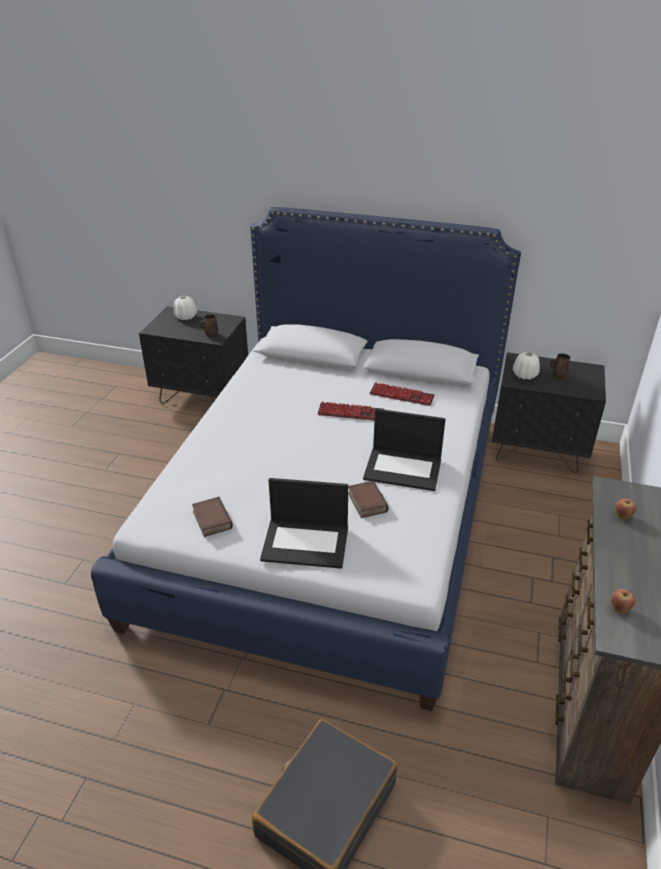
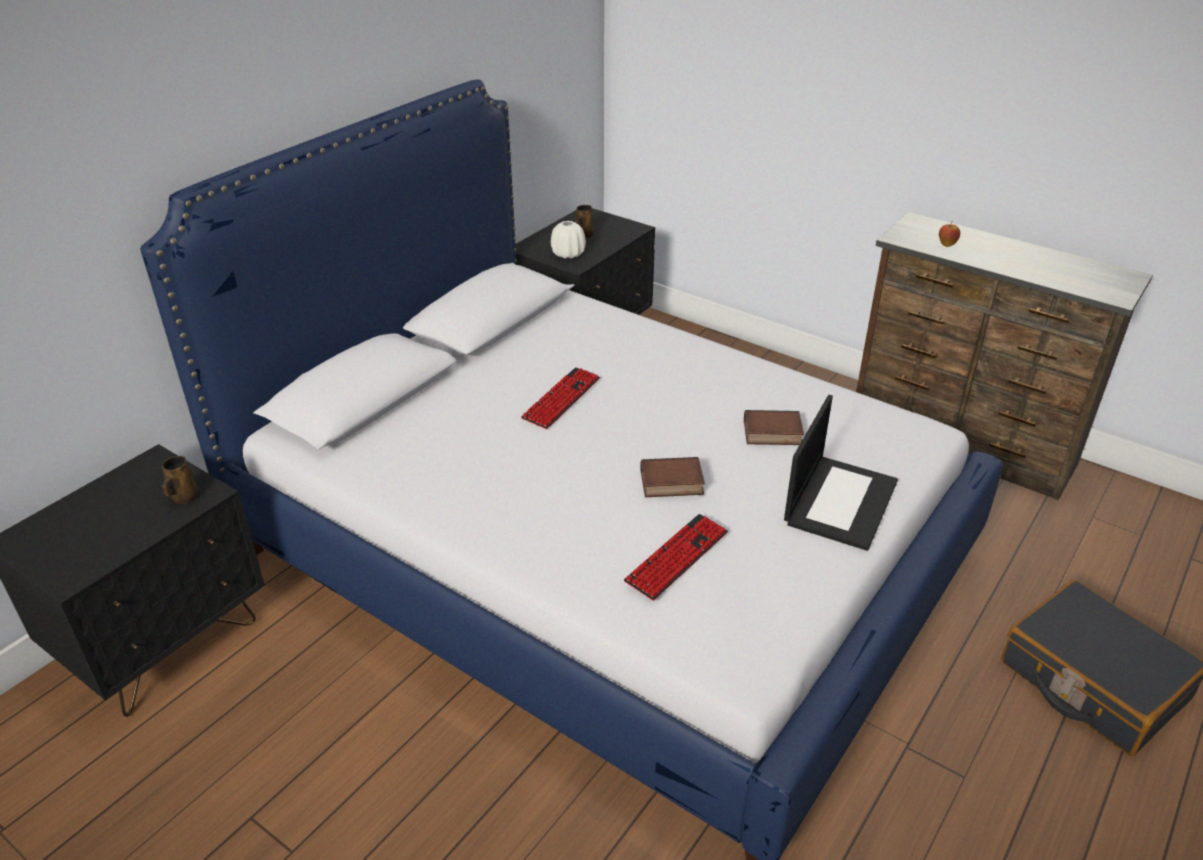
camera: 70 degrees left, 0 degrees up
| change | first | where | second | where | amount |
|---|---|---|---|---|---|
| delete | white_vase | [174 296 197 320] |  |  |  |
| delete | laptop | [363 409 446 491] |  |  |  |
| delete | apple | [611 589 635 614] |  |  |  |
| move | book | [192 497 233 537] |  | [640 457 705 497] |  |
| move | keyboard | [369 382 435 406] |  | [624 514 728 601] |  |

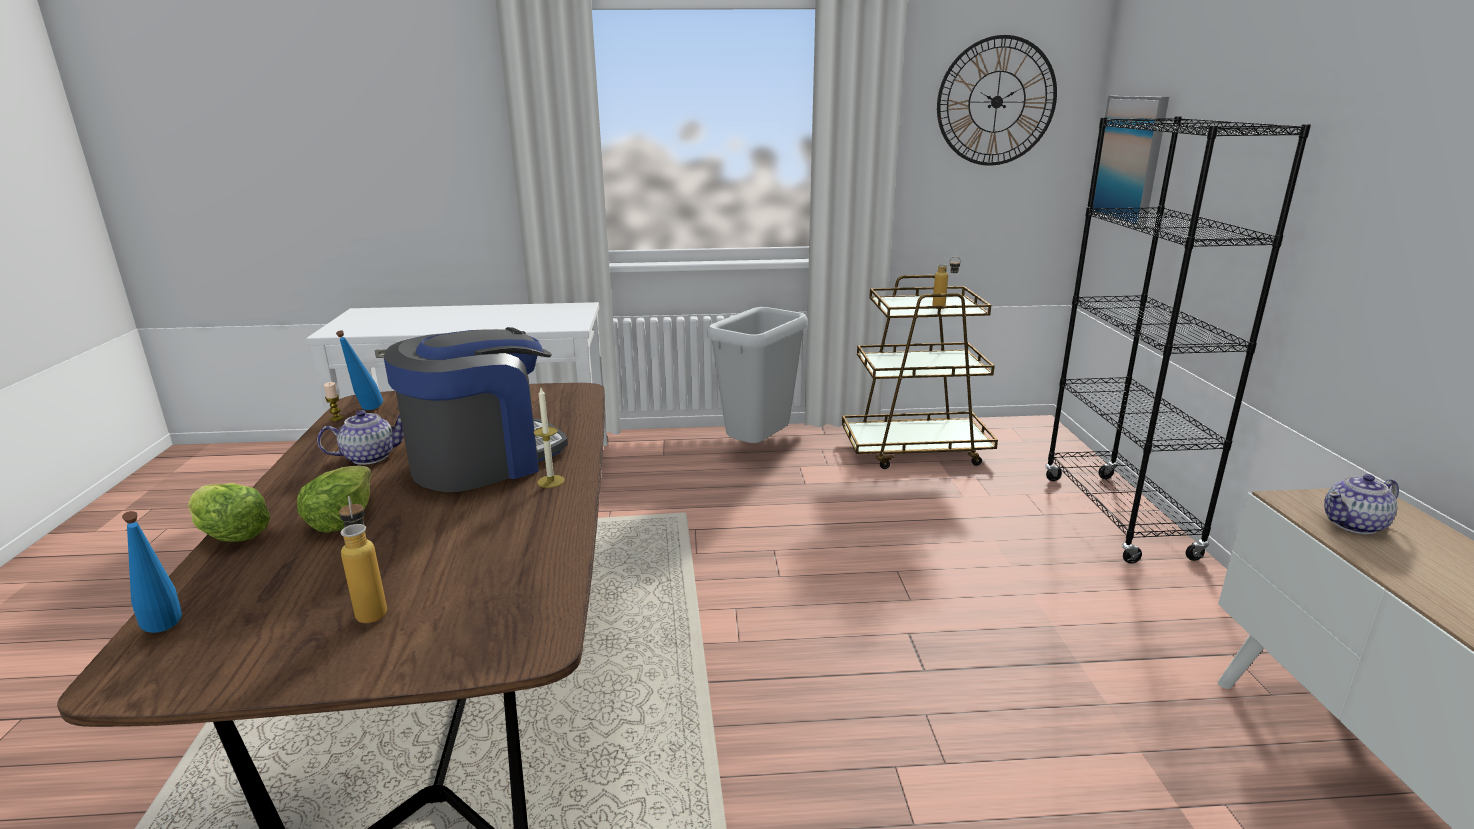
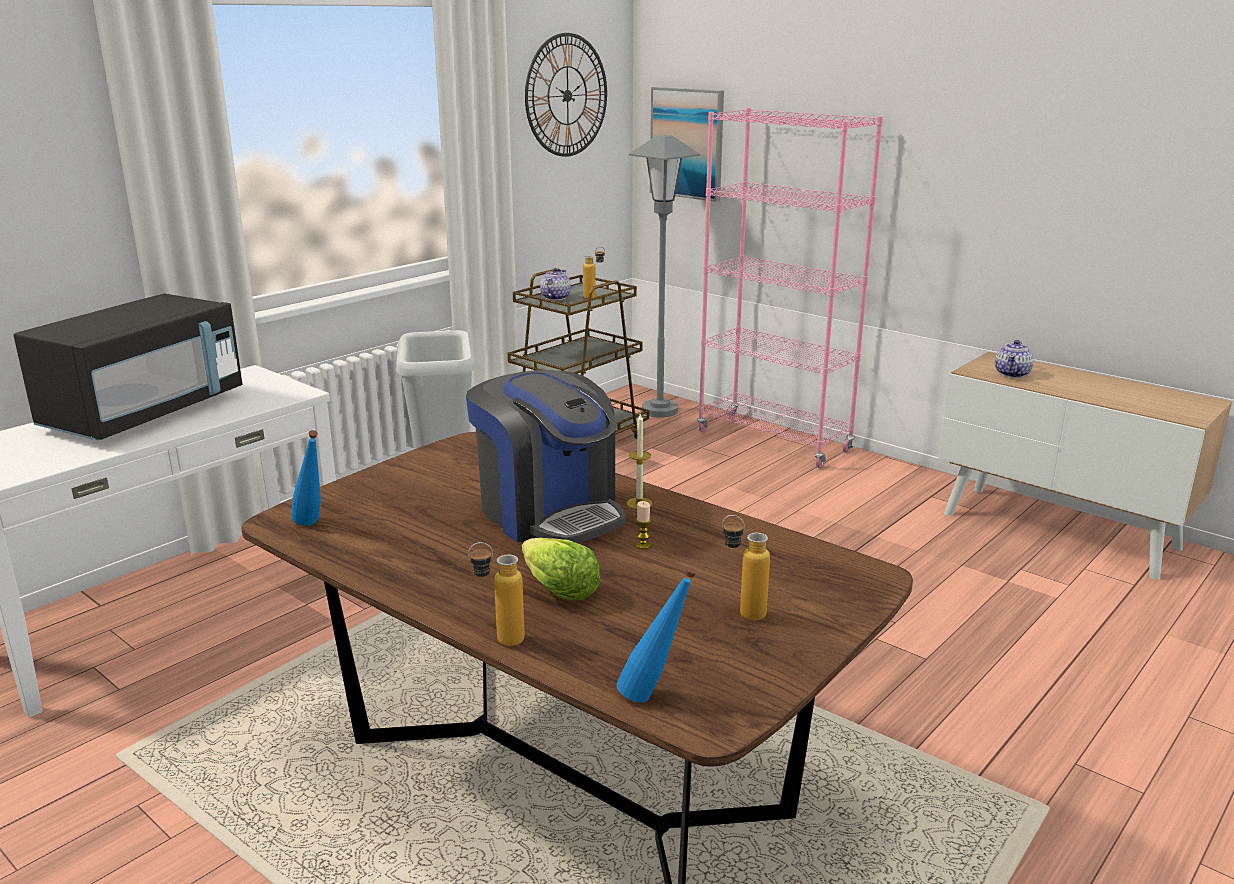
camera: 45 degrees left, 0 degrees up
| change | first | where | second | where | amount |
|---|---|---|---|---|---|
| insert |  |  | black_microwave | [13 293 242 440] |  |
| insert |  |  | grey_floor_lamp | [628 135 700 418] |  |
| move | teapot | [317 410 404 465] |  | [540 268 571 300] |  |
| move | candle | [324 382 344 421] |  | [635 501 652 549] |  |
| replace | lettuce | [188 483 270 542] | bottle | [468 542 525 646] |  |
| recolor | black_bookcase | [1045 116 1311 564] | pink_bookcase | [697 108 883 468] |  |
| rotate | coffee_machine | [384 327 568 492] |  | [466 370 626 543] | 135 degrees clockwise |

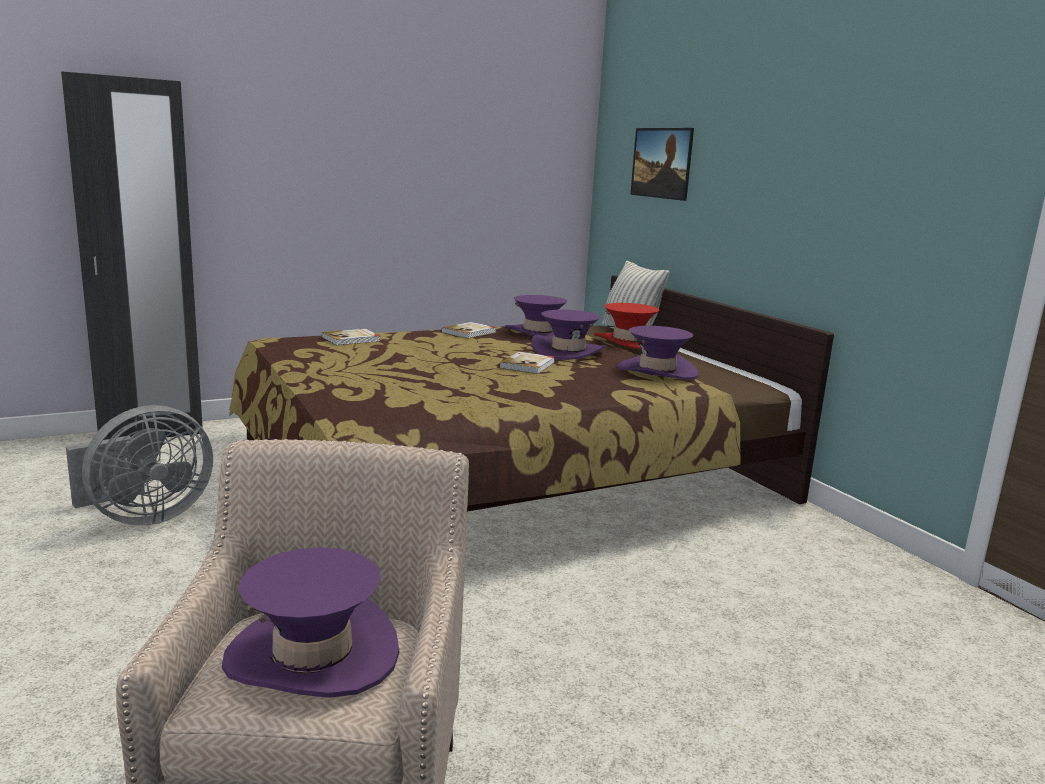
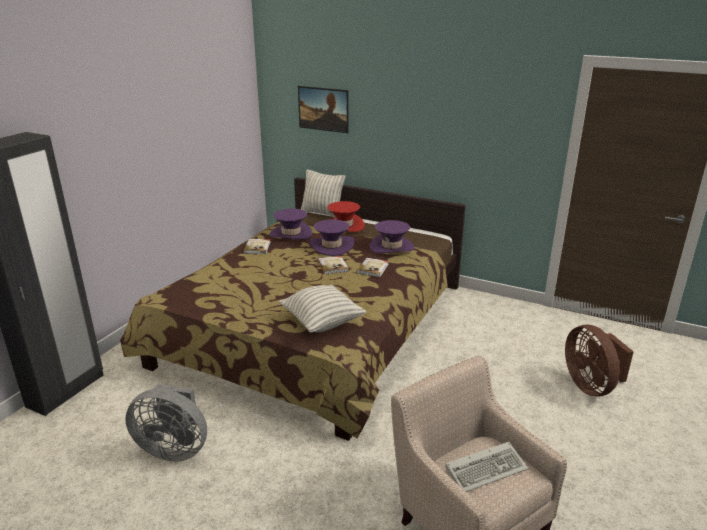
camera: 35 degrees left, 10 degrees up
| change | first | where | second | where | amount |
|---|---|---|---|---|---|
| insert |  |  | pillow | [279 285 366 333] |  |
| insert |  |  | brown_fan | [565 325 634 397] |  |
| move | book | [322 329 380 346] |  | [356 258 389 277] |  |
| replace | purple_hat | [222 547 400 698] | keyboard | [445 442 528 492] |  |
| rotate | grey_fan | [66 405 213 526] |  | [125 384 207 461] | 90 degrees clockwise |

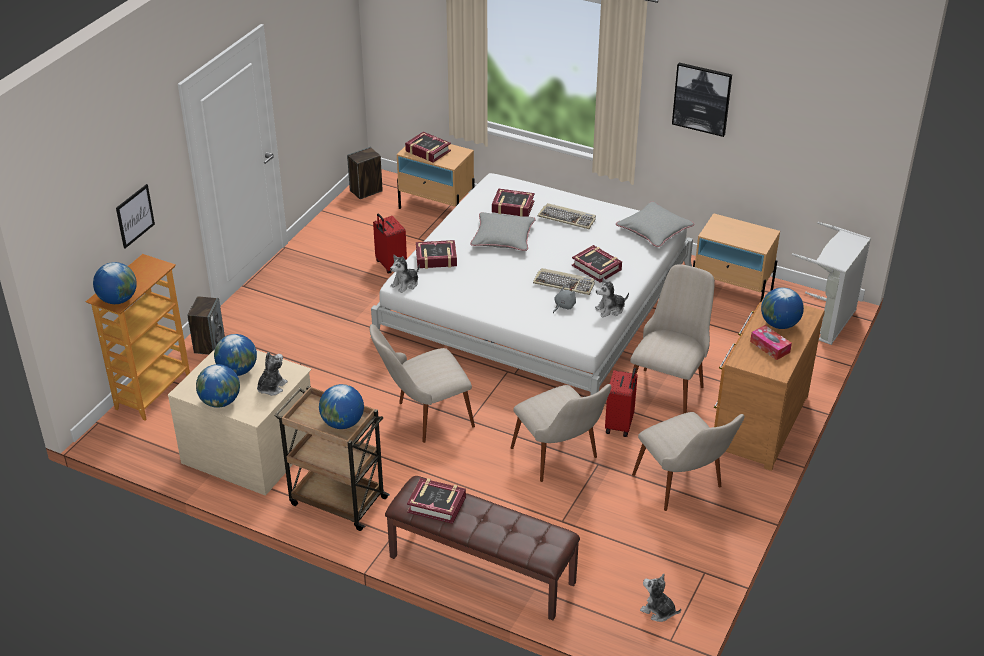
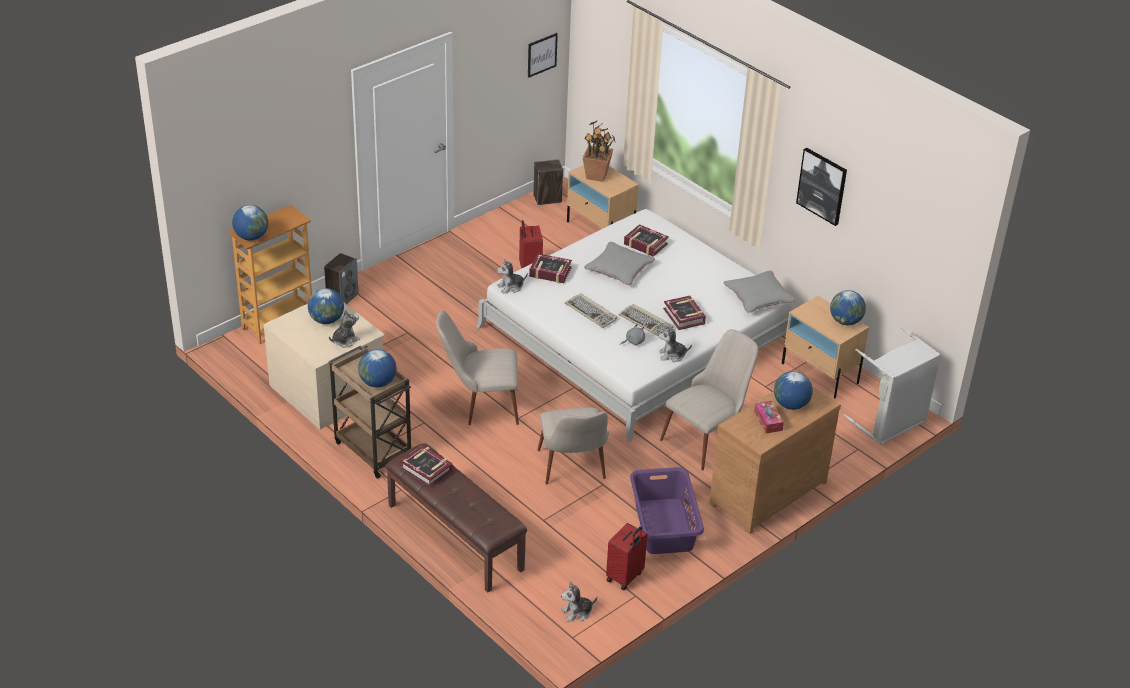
camera: 20 degrees right, 0 degrees up
| change | first | where | second | where | amount |
|---|---|---|---|---|---|
| move | picture | [116 184 155 248] |  | [528 33 558 78] |  |
| move | globe | [196 364 240 408] |  | [830 290 866 325] |  |
| move | keyboard | [538 203 596 229] |  | [565 293 617 328] |  |
| move | red_suitcase | [605 368 638 437] |  | [606 523 648 591] |  |
| replace | book | [405 132 451 163] | potted_plant | [583 121 615 182] |  |
| replace | beige_chair | [632 412 745 511] | purple_laundry_basket | [630 467 704 554] |  |
| rotate | plush_toy | [640 574 681 622] |  | [561 581 597 622] | 75 degrees counterclockwise |

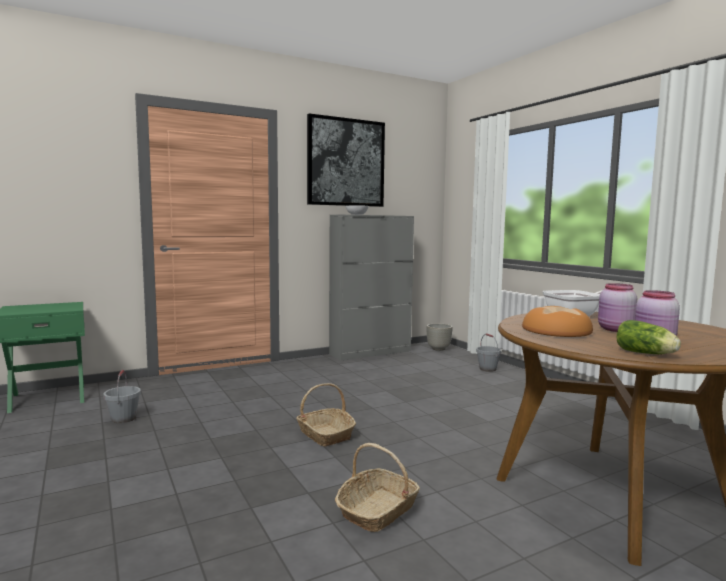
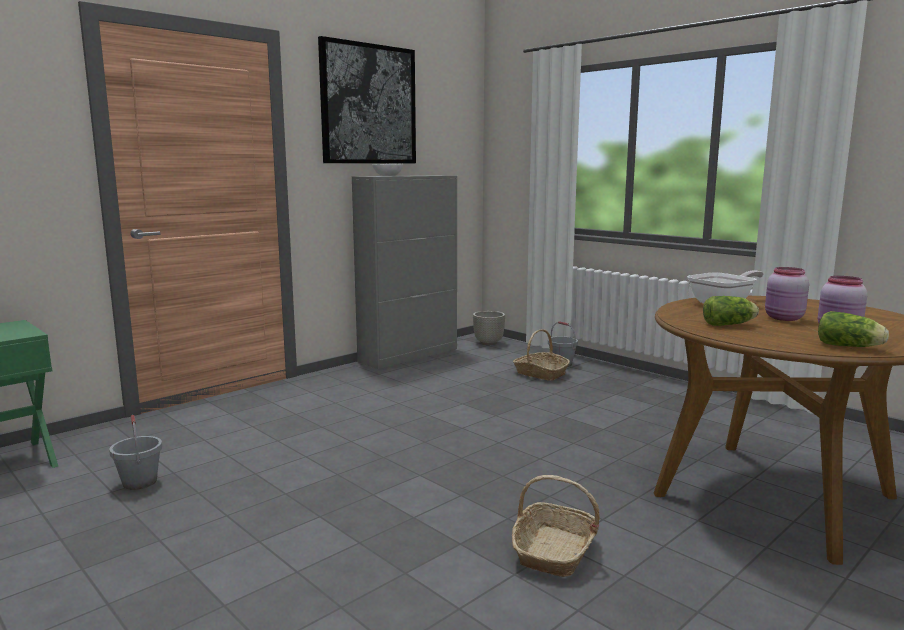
camera: 15 degrees left, 5 degrees up
| change | first | where | second | where | amount |
|---|---|---|---|---|---|
| move | basket | [296 383 356 447] |  | [513 329 570 381] |  |
| replace | bread | [522 306 593 337] | lettuce | [703 296 759 326] |  |

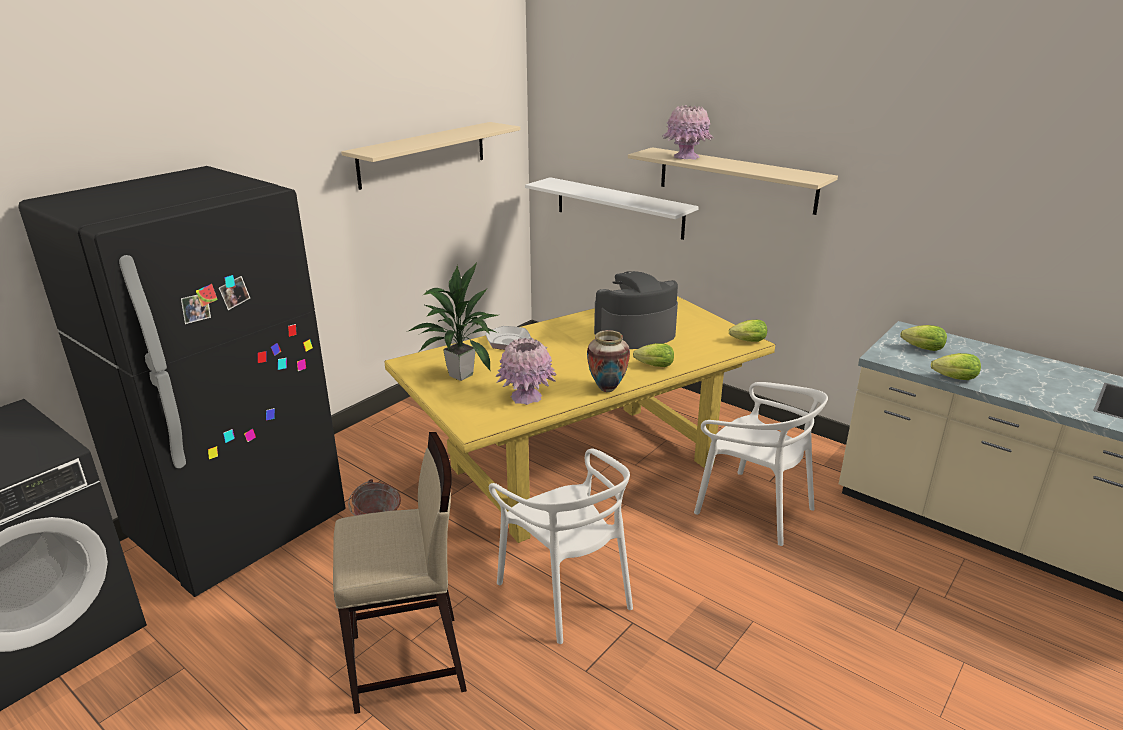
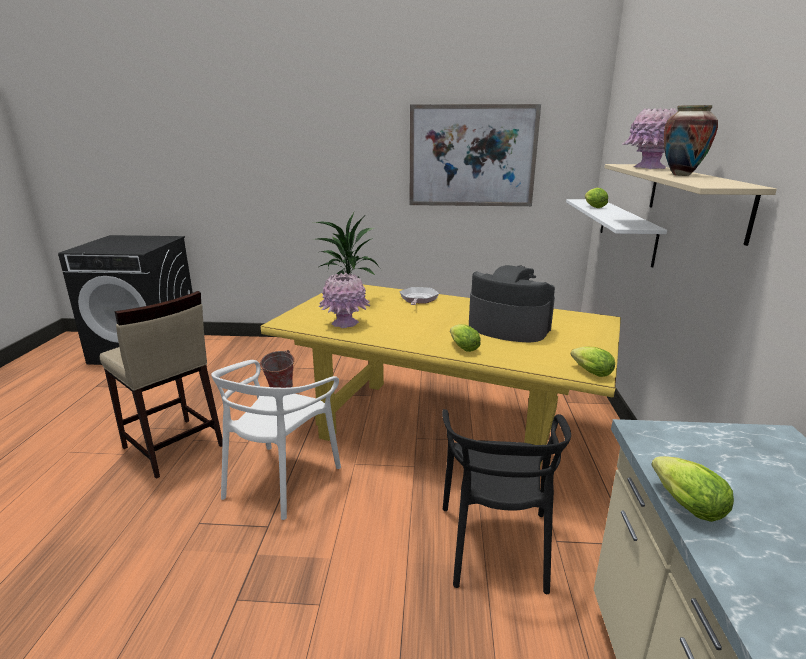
camera: 55 degrees right, 5 degrees down
| change | first | where | second | where | amount |
|---|---|---|---|---|---|
| delete | black_fridge | [18 166 345 597] |  |  |  |
| move | vase | [587 330 630 392] |  | [664 105 718 176] |  |
| move | lettuce | [900 325 947 351] |  | [585 188 608 208] |  |
| replace | beige_shelf | [341 122 520 190] | picture | [410 104 541 206] |  |
| recolor | white_chair | [694 382 828 546] | black_chair | [442 409 571 594] |  |

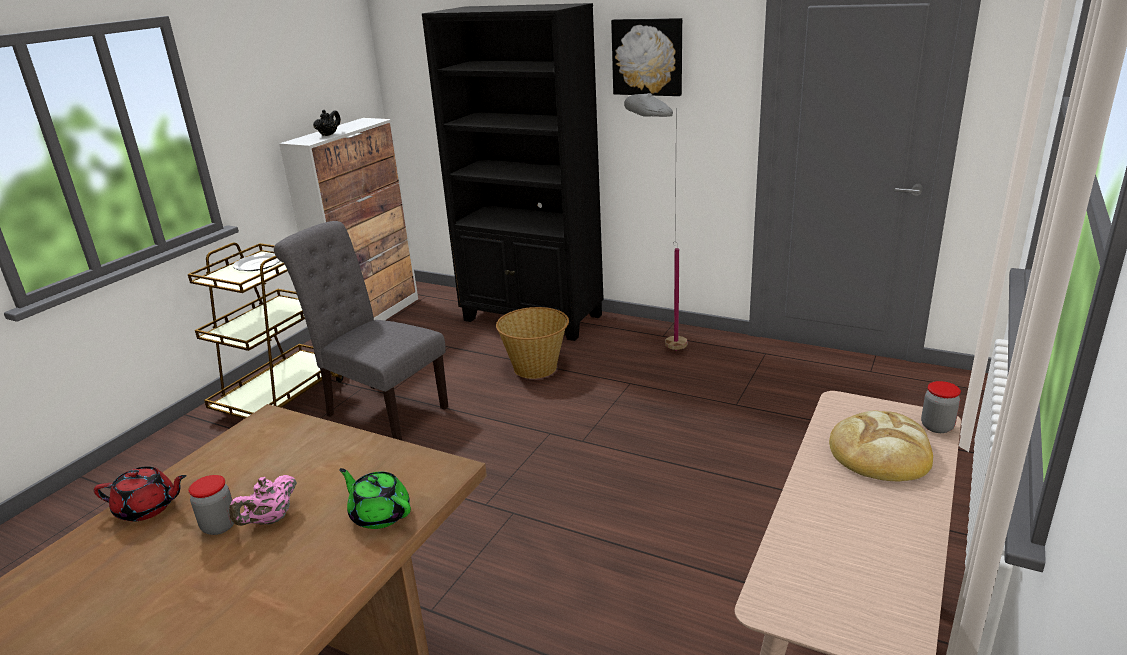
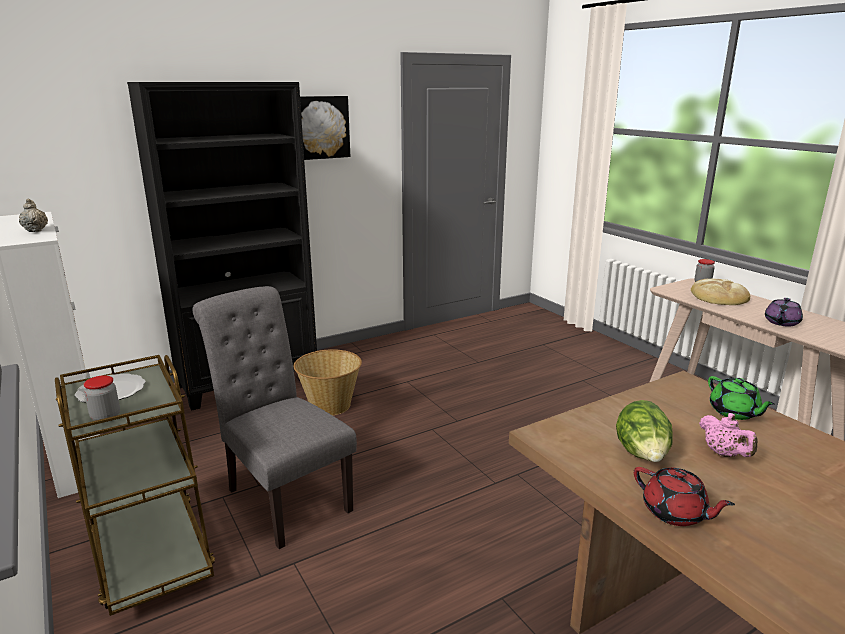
camera: 60 degrees left, 5 degrees down
| change | first | where | second | where | amount |
|---|---|---|---|---|---|
| delete | grey_floor_lamp | [624 93 688 351] |  |  |  |
| insert |  |  | lettuce | [616 400 673 462] |  |
| insert |  |  | purple_teapot | [765 298 803 326] |  |
| move | jar | [189 475 234 535] |  | [84 375 120 421] |  |
| recolor | black_teapot | [313 110 341 136] | beige_teapot | [19 199 48 232] |  |
| rotate | red_teapot | [94 466 187 521] |  | [634 467 735 526] | 105 degrees clockwise |
| rotate | grey_chair | [274 221 448 440] |  | [193 286 357 549] | 75 degrees clockwise |
| rotate | green_teapot | [339 468 411 529] |  | [708 376 775 420] | 90 degrees counterclockwise |

